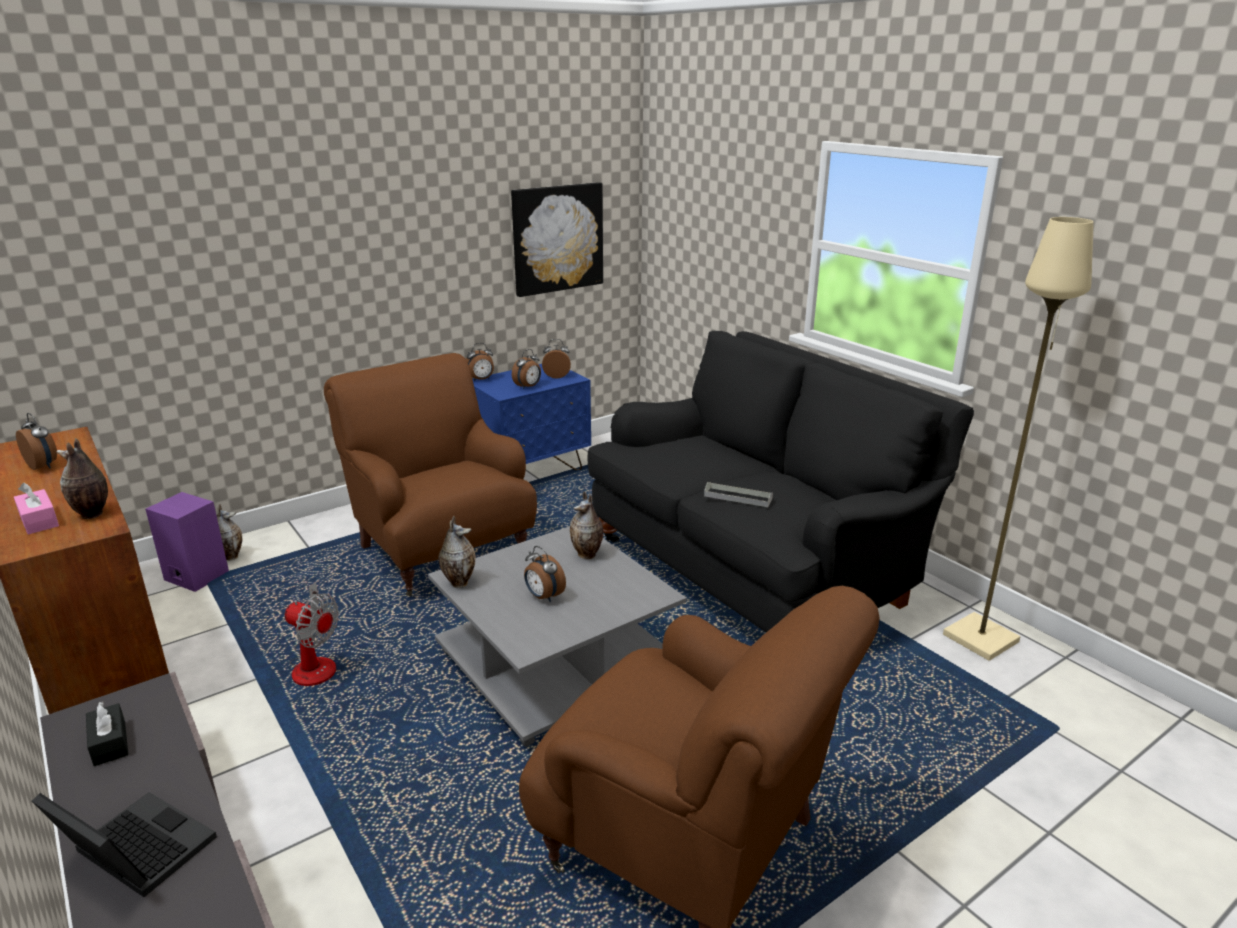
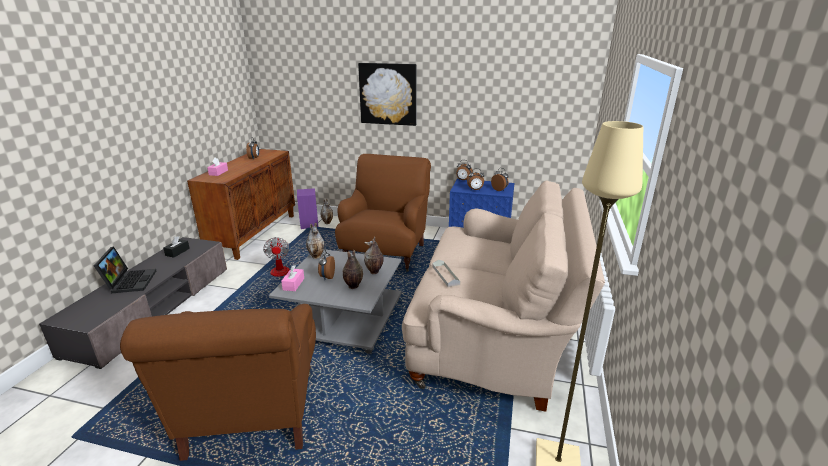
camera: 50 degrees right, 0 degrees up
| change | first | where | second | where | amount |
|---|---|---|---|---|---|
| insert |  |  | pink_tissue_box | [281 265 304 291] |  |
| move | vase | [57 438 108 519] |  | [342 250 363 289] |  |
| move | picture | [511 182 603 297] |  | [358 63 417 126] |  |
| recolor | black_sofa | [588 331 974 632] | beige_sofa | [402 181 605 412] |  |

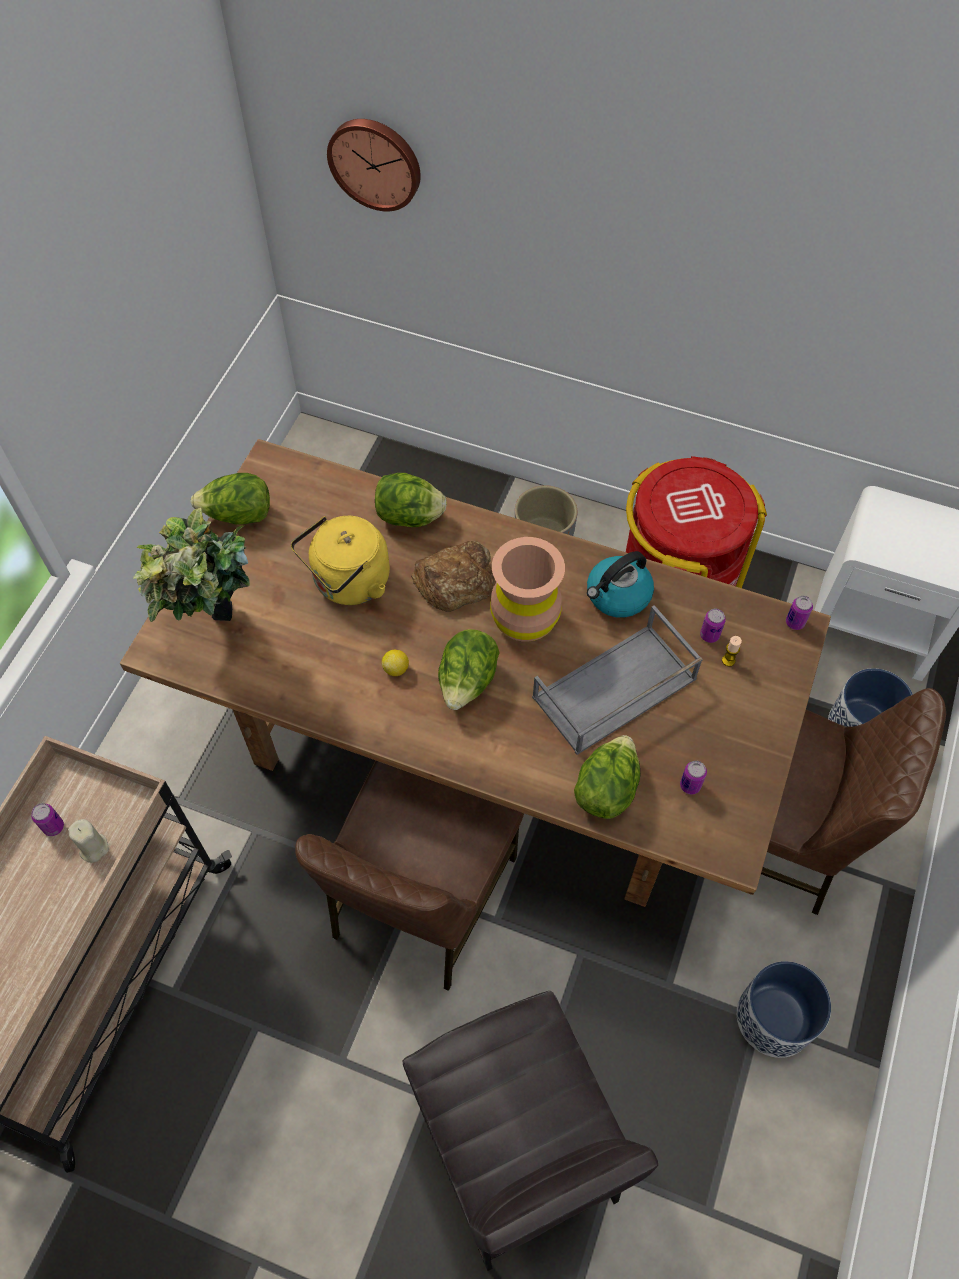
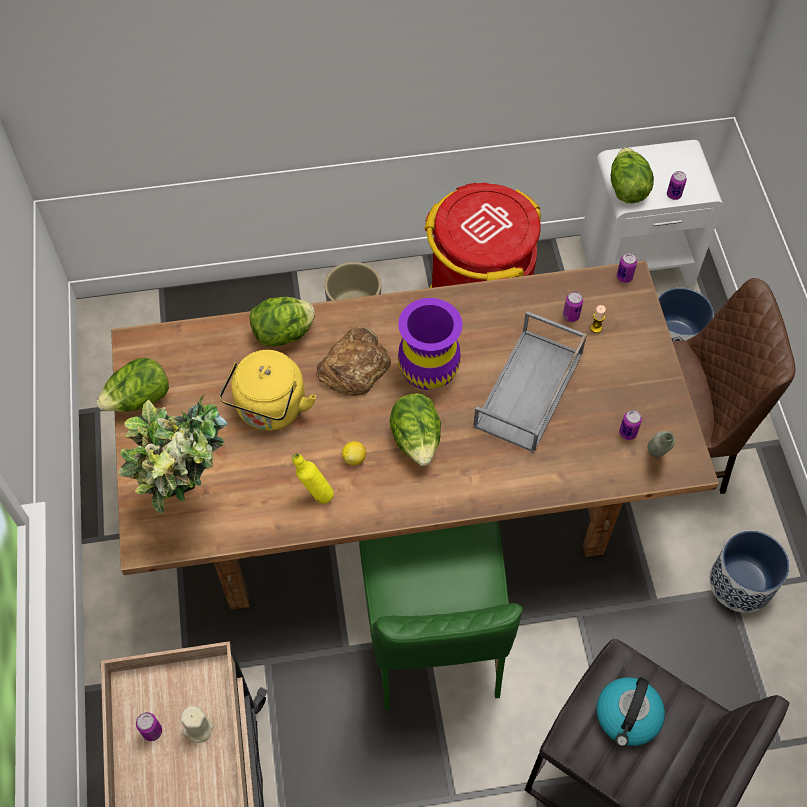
camera: 30 degrees left, 0 degrees up
| change | first | where | second | where | amount |
|---|---|---|---|---|---|
| delete | wall_clock | [327 119 421 211] |  |  |  |
| insert |  |  | yellow_bottle | [292 453 334 504] |  |
| insert |  |  | grey_bottle | [647 431 675 457] |  |
| insert |  |  | can | [667 171 687 200] |  |
| move | lettuce | [574 735 640 819] |  | [611 147 654 204] |  |
| move | kettle | [587 551 654 618] |  | [597 677 665 747] |  |
| recolor | brown_chair | [295 760 524 991] | green_chair | [359 521 523 710] |  |
| recolor | brown_vase | [490 537 565 642] | purple_vase | [398 298 462 390] |  |

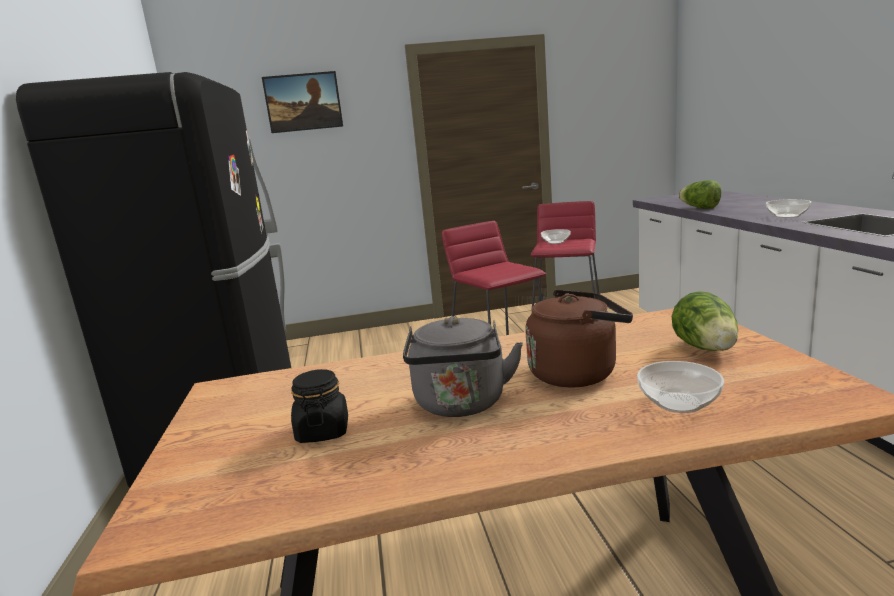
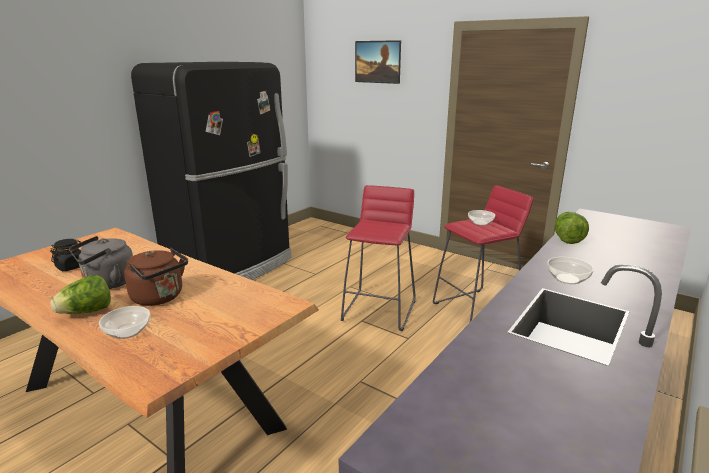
camera: 45 degrees right, 5 degrees up
| change | first | where | second | where | amount |
|---|---|---|---|---|---|
| move | lettuce | [672 291 738 351] |  | [50 275 111 314] |  |

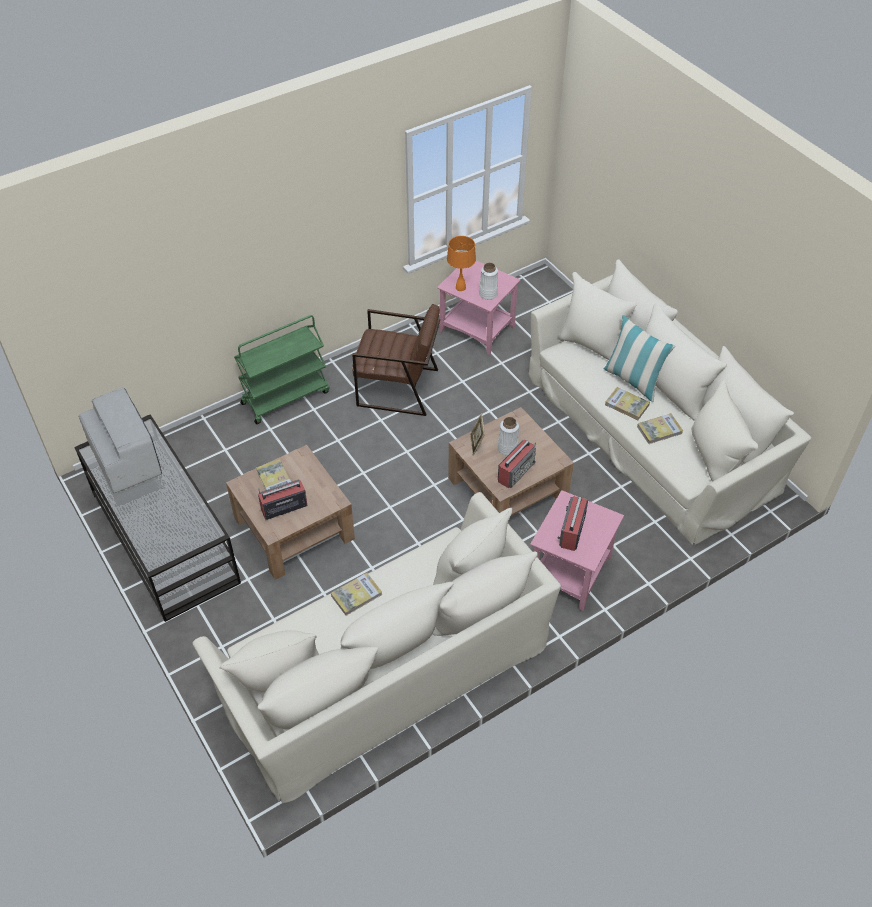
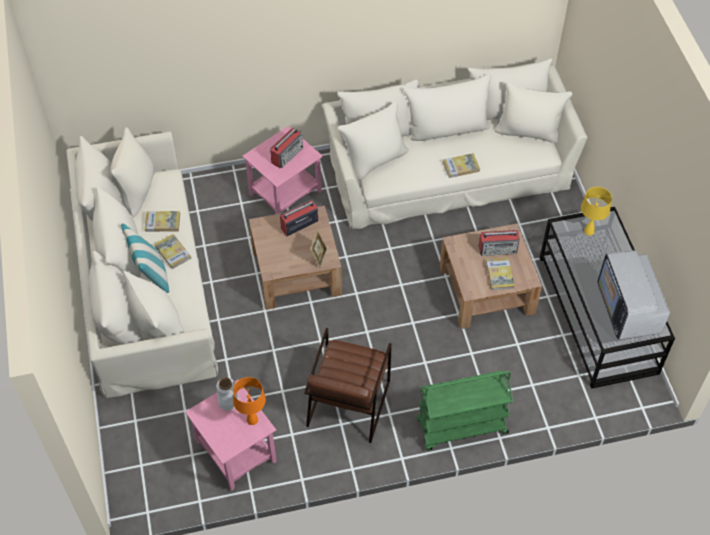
camera: 160 degrees left, 5 degrees up
| change | first | where | second | where | amount |
|---|---|---|---|---|---|
| delete | white_vase | [497 417 519 456] |  |  |  |
| insert |  |  | yellow_table_lamp | [581 187 612 236] |  |
| rotate | brown_armchair | [352 304 440 416] |  | [304 328 392 443] | 105 degrees counterclockwise |

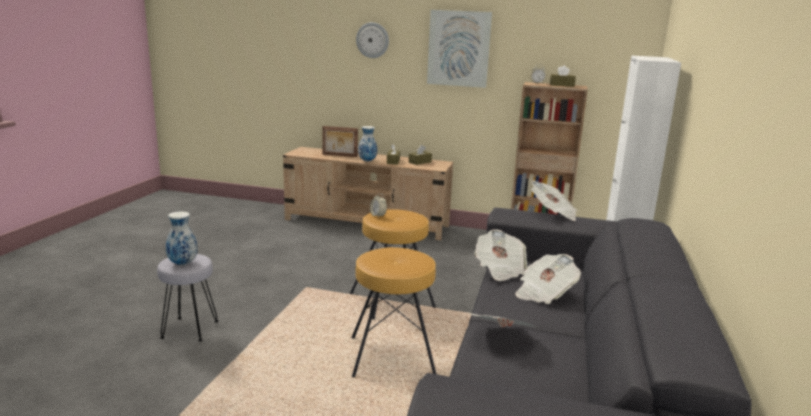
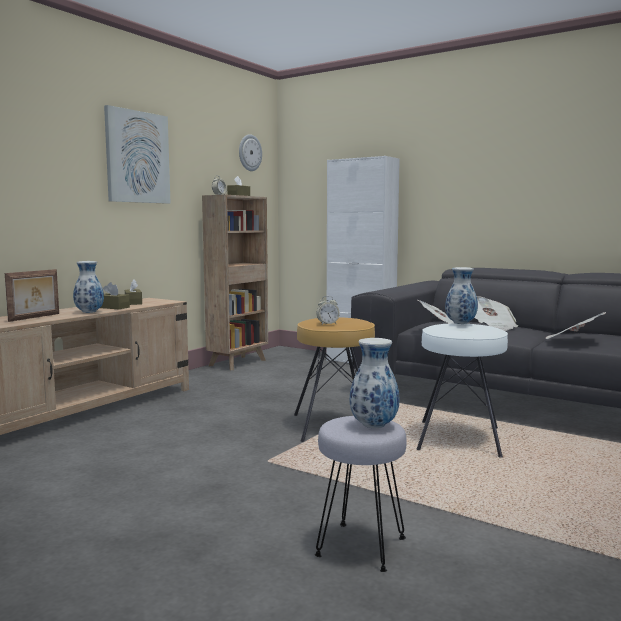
camera: 70 degrees left, 10 degrees down
| change | first | where | second | where | amount |
|---|---|---|---|---|---|
| delete | newspaper | [531 181 577 221] |  |  |  |
| insert |  |  | vase | [445 267 478 324] |  |
| move | wall_clock | [356 22 389 58] |  | [239 134 262 171] |  |
| recolor | brown_stool | [351 247 437 377] | white_stool | [416 323 508 458] |  |

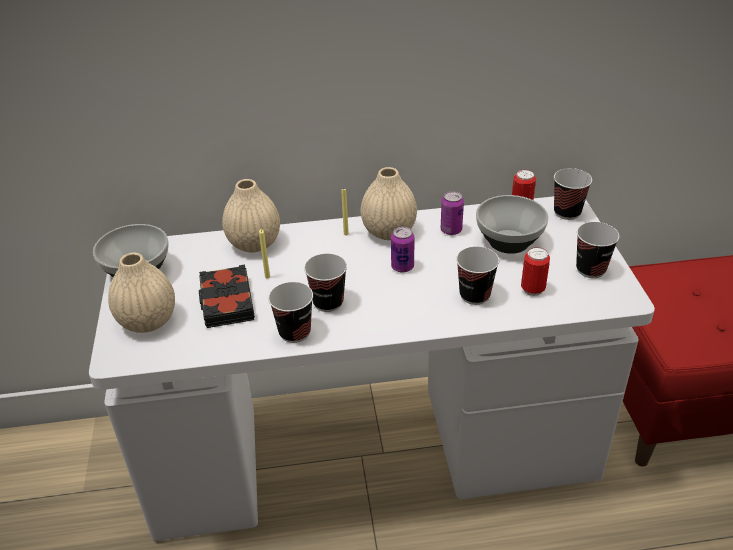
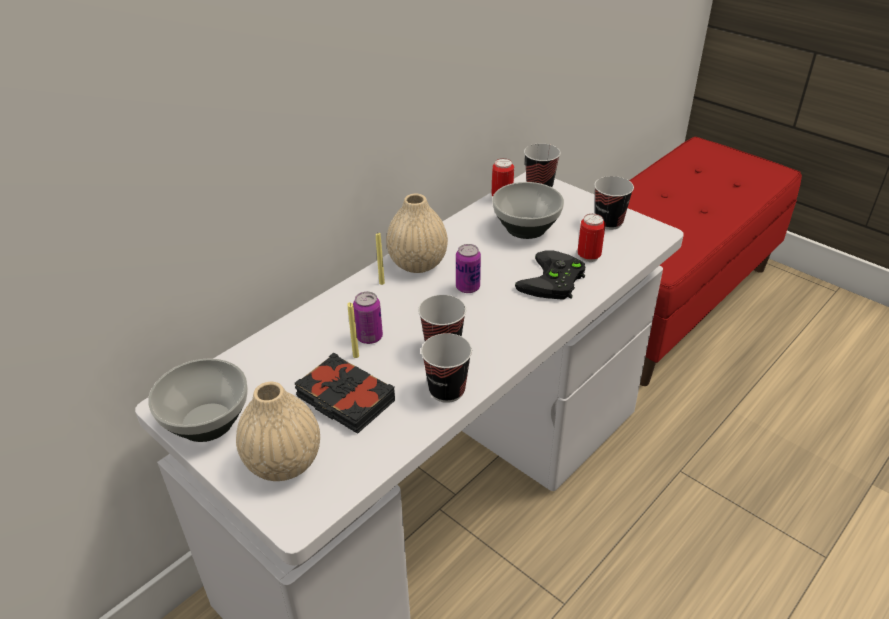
camera: 40 degrees left, 0 degrees up
| change | first | where | second | where | amount |
|---|---|---|---|---|---|
| delete | beige_vase | [222 179 280 252] |  |  |  |
| move | can | [441 191 464 235] |  | [353 292 383 344] |  |
| replace | cup | [456 246 499 305] | black_game_controller | [515 251 585 300] |  |

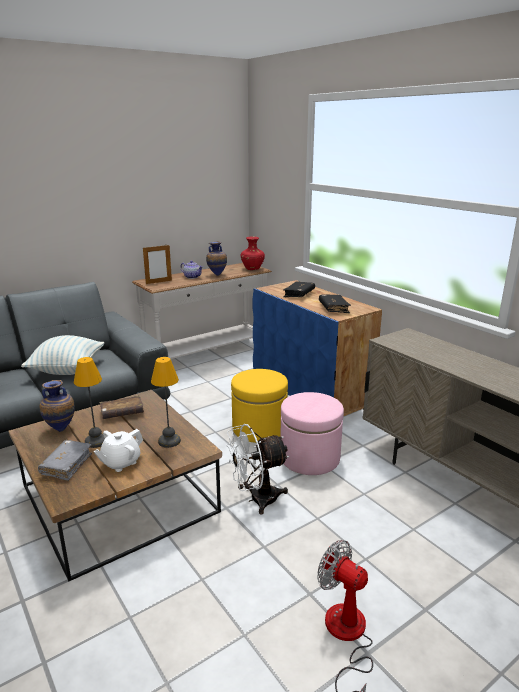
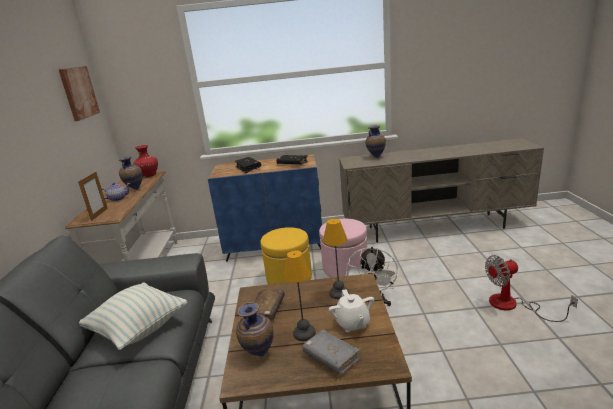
camera: 55 degrees left, 0 degrees up
| change | first | where | second | where | amount |
|---|---|---|---|---|---|
| insert |  |  | picture | [58 66 100 121] |  |
| insert |  |  | vase | [366 125 386 158] |  |

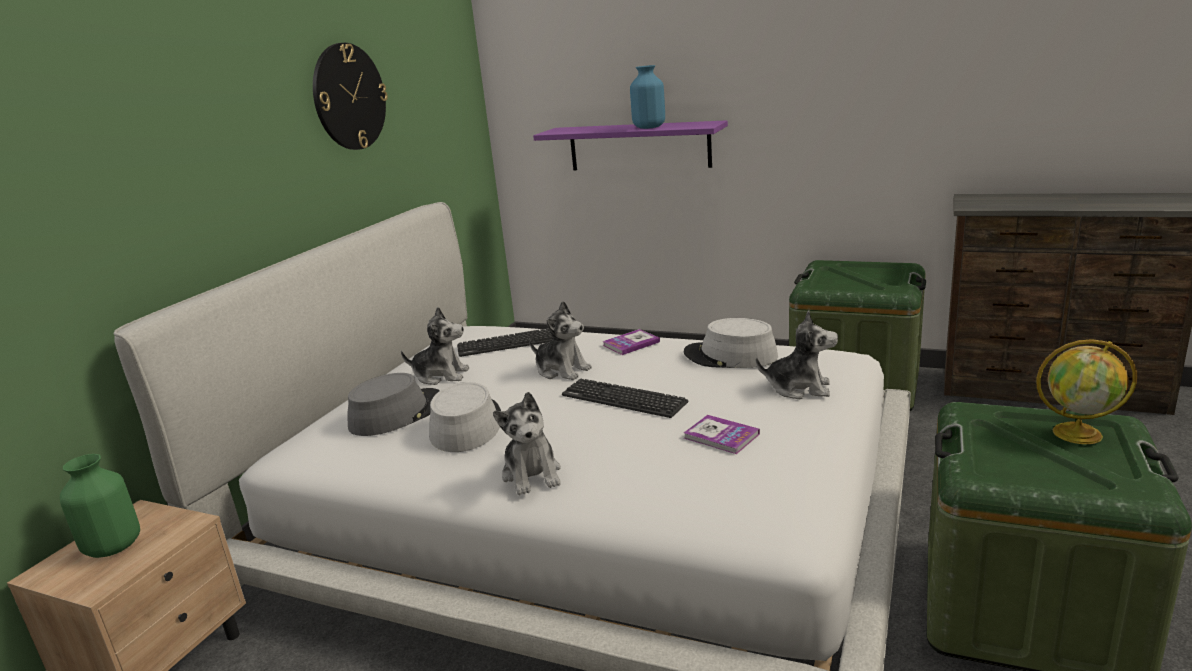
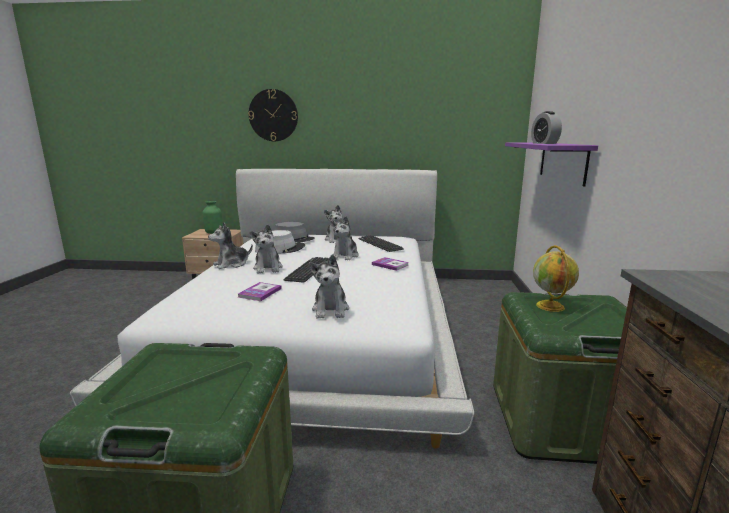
camera: 70 degrees right, 5 degrees down
| change | first | where | second | where | amount |
|---|---|---|---|---|---|
| delete | grey_hat | [684 318 778 368] |  |  |  |
| insert |  |  | plush_toy | [250 224 283 273] |  |
| move | wall_clock | [313 43 388 150] |  | [248 89 298 141] |  |
| move | globe | [1036 339 1137 444] |  | [533 245 579 312] |  |
| replace | blue_vase | [630 65 665 129] | alarm_clock | [531 111 562 144] |  |

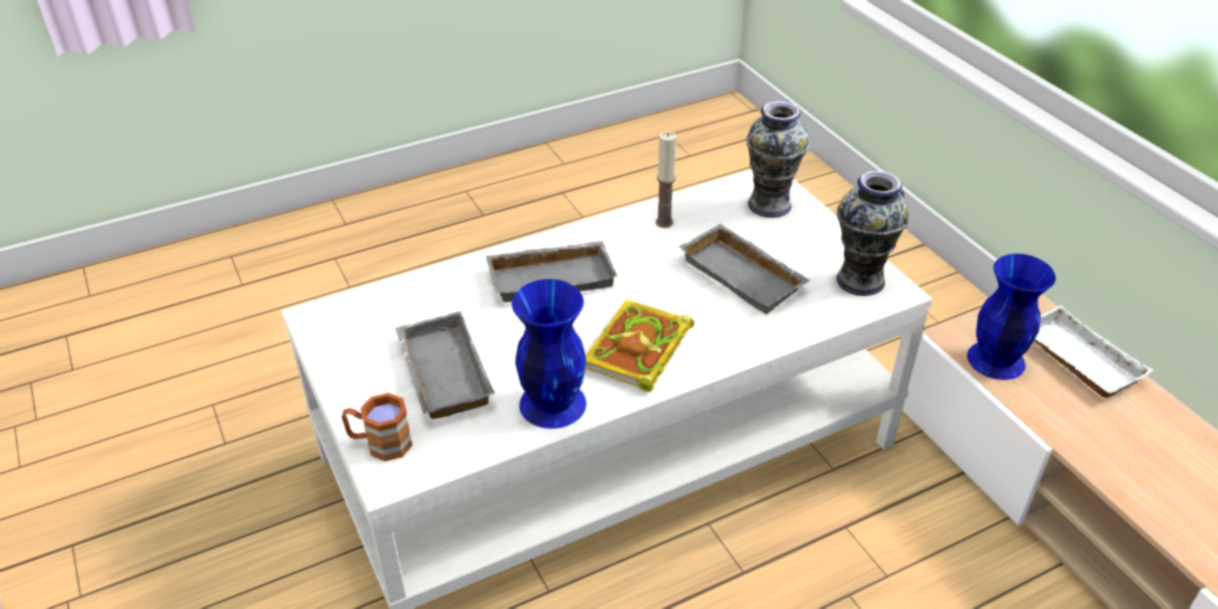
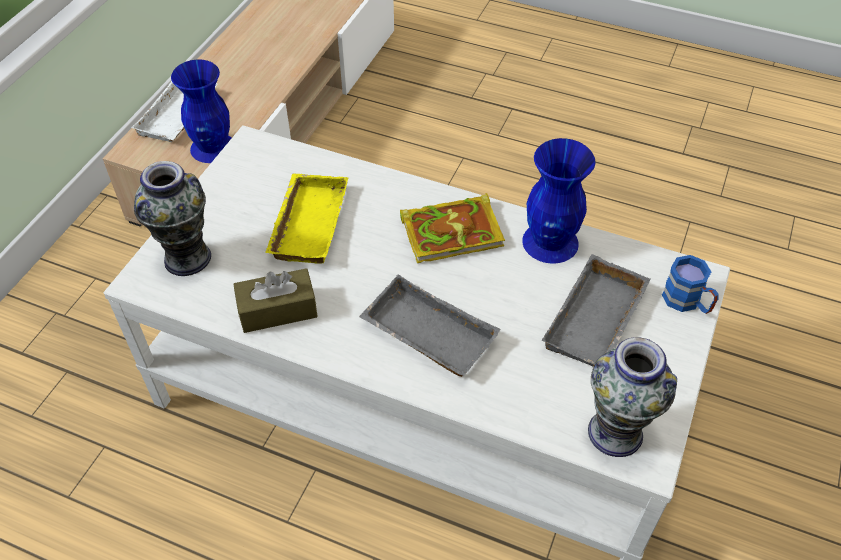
camera: 130 degrees left, 10 degrees up
| change | first | where | second | where | amount |
|---|---|---|---|---|---|
| move | vase | [836 171 909 296] |  | [588 337 677 457] |  |
| replace | candle | [656 132 676 228] | brown_tissue_box | [234 268 318 333] |  |
| recolor | brown_mug | [342 393 413 461] | blue_mug | [662 255 718 314] |  |
| recolor | grey_tray | [679 224 810 314] | yellow_tray | [265 173 348 264] |  |

